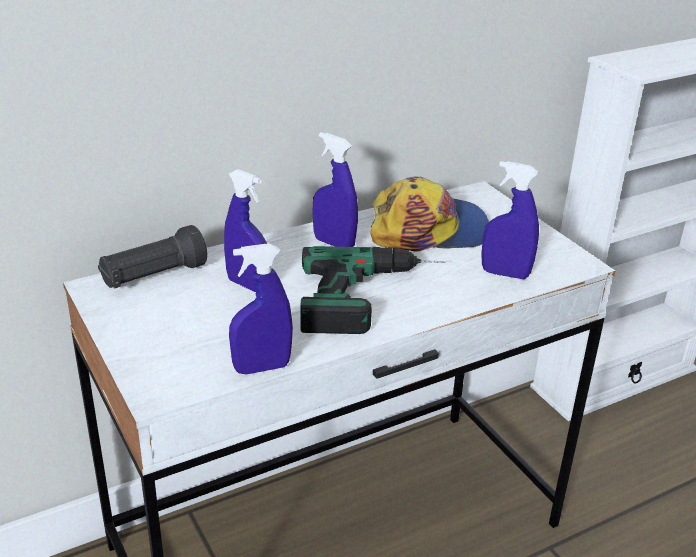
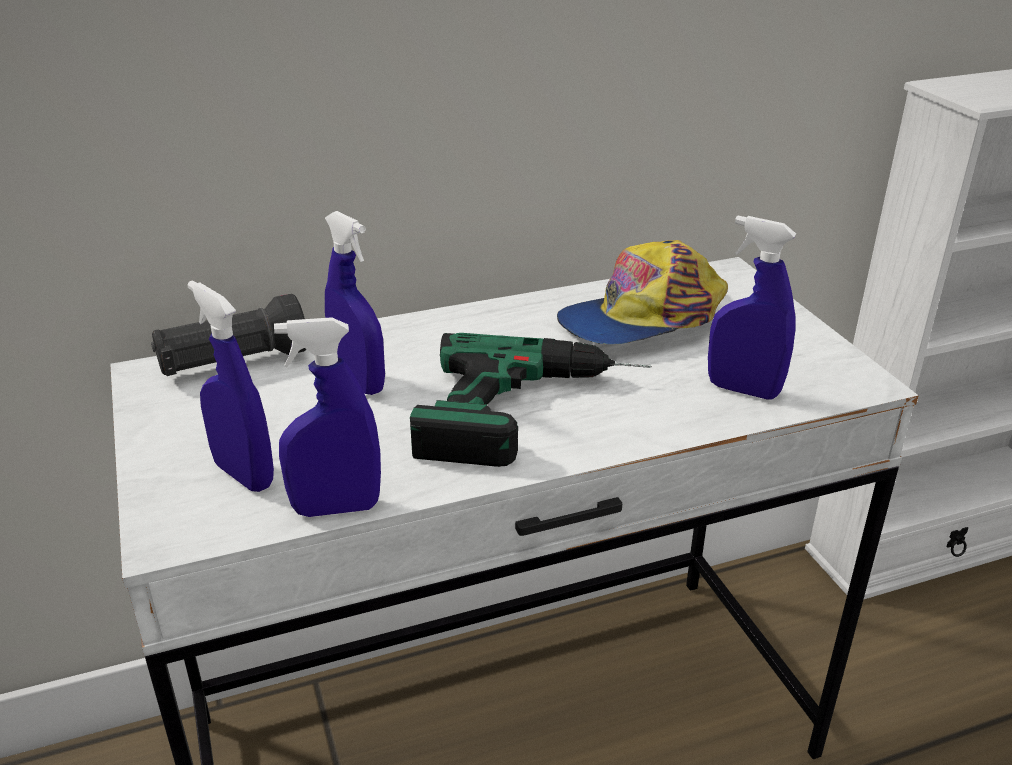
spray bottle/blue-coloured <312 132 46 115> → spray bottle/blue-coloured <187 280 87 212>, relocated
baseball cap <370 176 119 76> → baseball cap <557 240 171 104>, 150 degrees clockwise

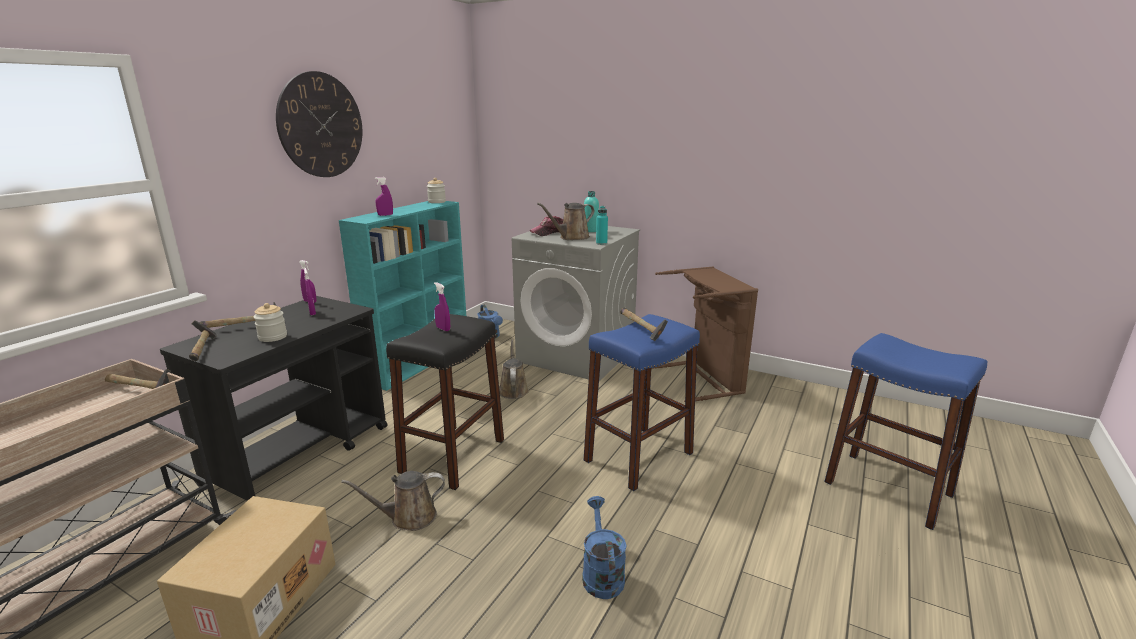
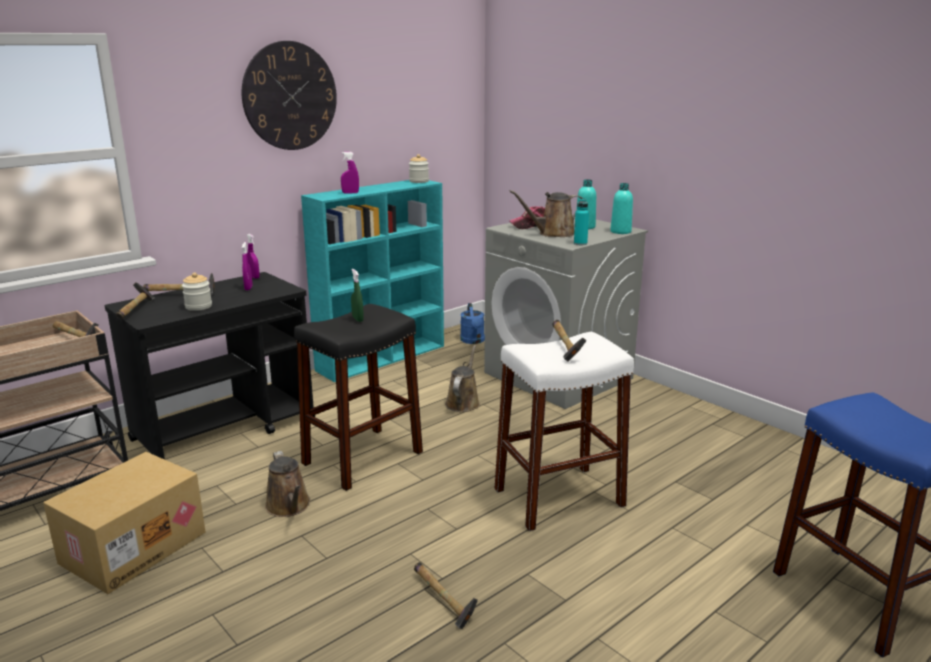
washing basket/brown-coloured <651 267 107 135> → -
spray bottle/purple <434 282 16 49> → spray bottle/green-coloured <351 269 13 53>
stool seat/blue-coloured <584 314 116 177> → stool seat/white-coloured <494 332 140 199>
sprinkling can/brown-coloured <341 471 104 60> → sprinkling can/brown-coloured <265 451 45 66>, 120 degrees counterclockwise
sprinkling can/blue-coloured <582 496 45 103> → hammer <414 562 64 67>
- → beverage bottle/blue-green <610 183 23 51>

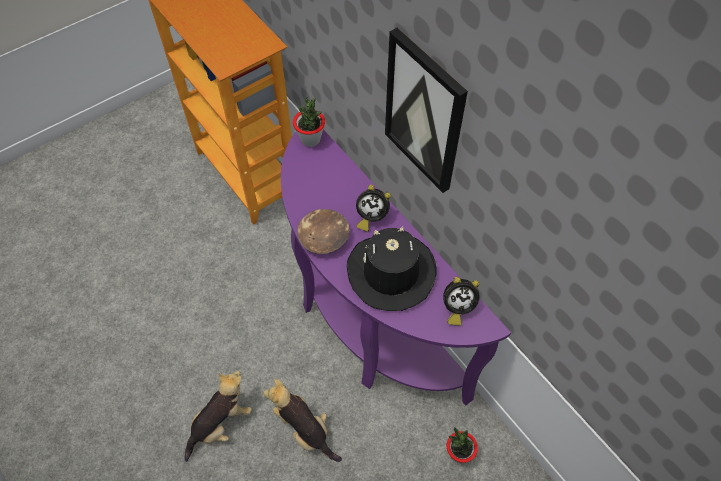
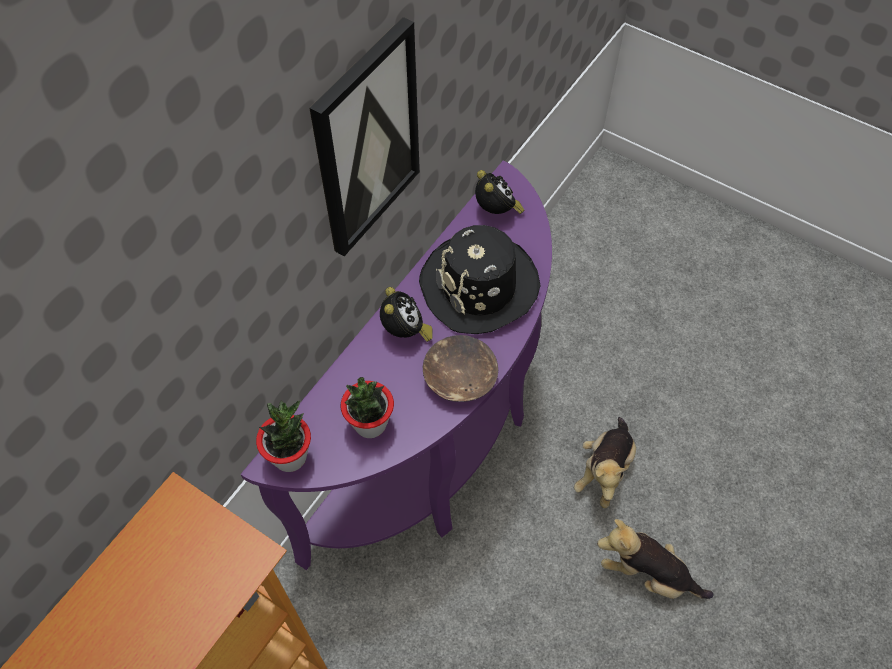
potted plant <447 427 31 36> → potted plant <341 377 53 61>, relocated

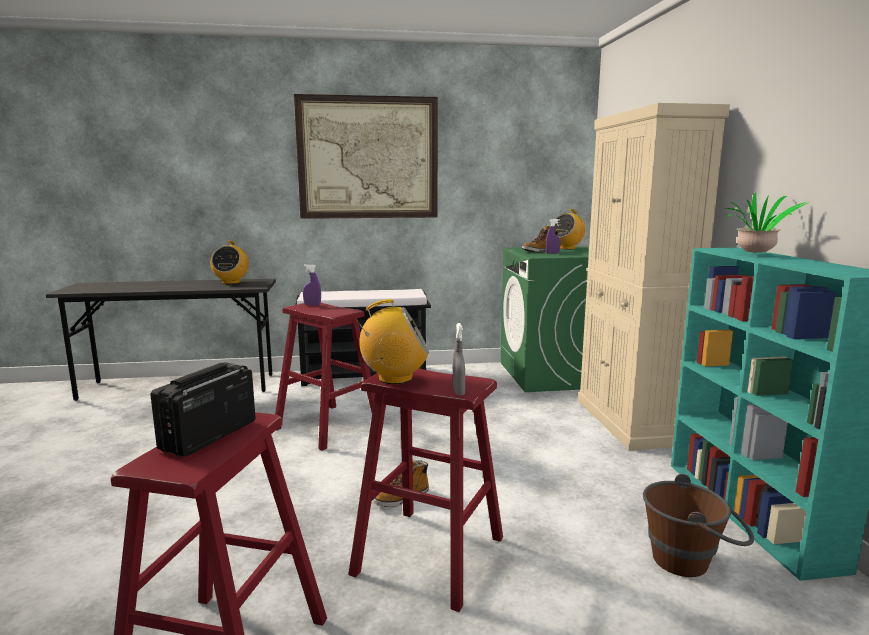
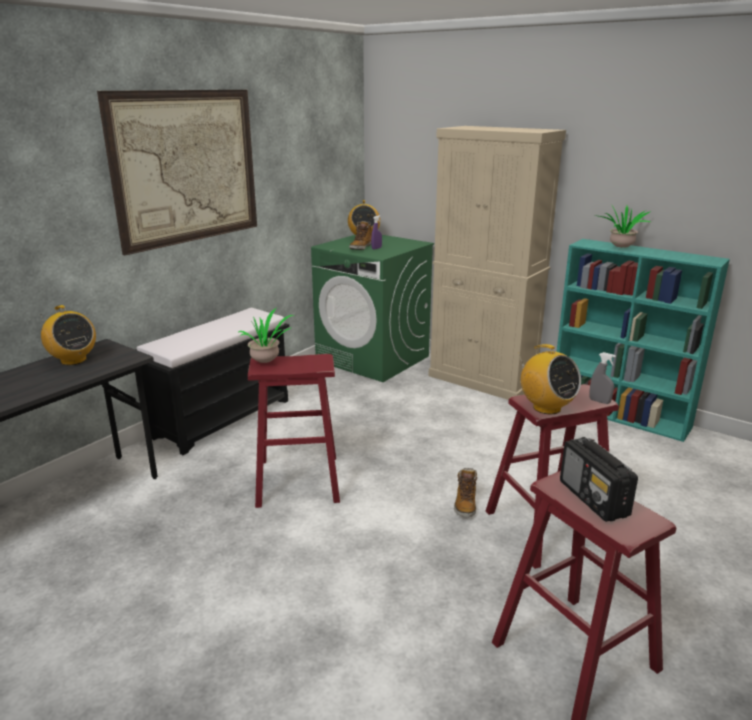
spray bottle/purple <303 264 18 41> → potted plant <239 308 55 55>
radio <356 299 74 85> → radio <519 344 62 70>, 105 degrees clockwise
water bucket/brown-coloured <643 474 111 103> → -

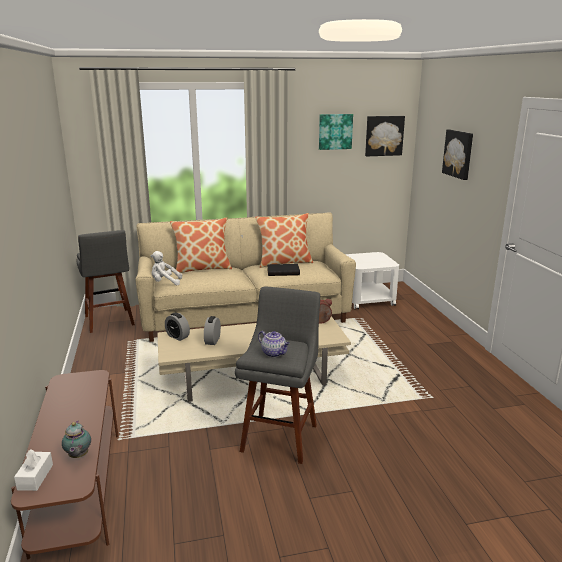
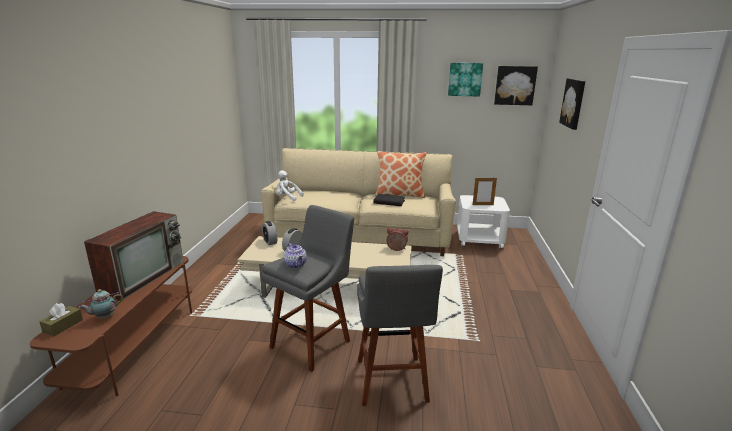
throw pillow <170 217 62 56> → -
stool seat/greyish <76 230 59 103> → stool seat/greyish <357 265 86 141>, relocated
pot for tea <62 421 29 37> → pot for tea <79 289 44 30>, 45 degrees clockwise
tissue holder/white-coloured <14 449 39 42> → tissue holder/brown-coloured <39 303 44 33>
- → picture frame <473 178 24 27>
- → TV <84 211 99 89>

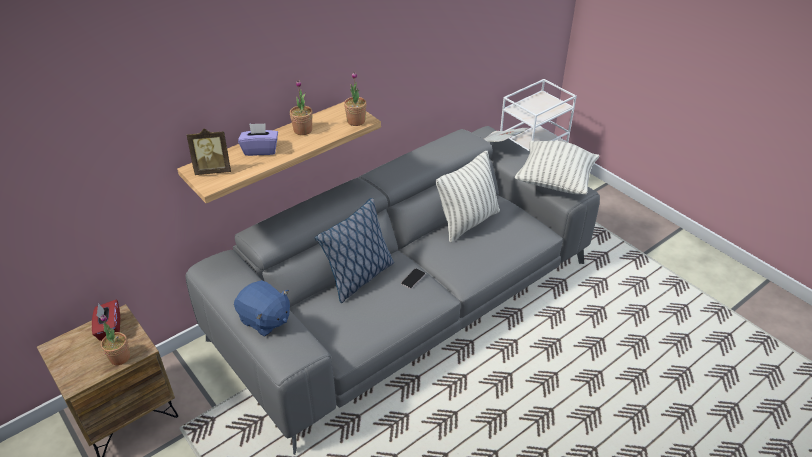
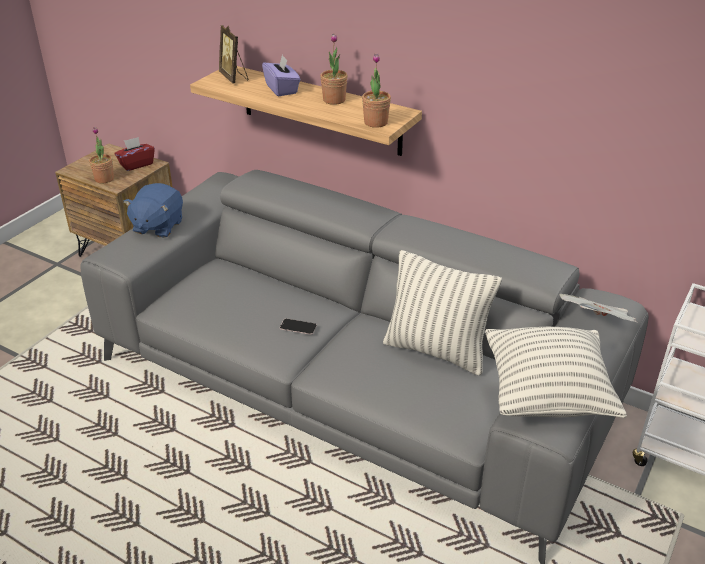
throw pillow <315 198 79 105> → -

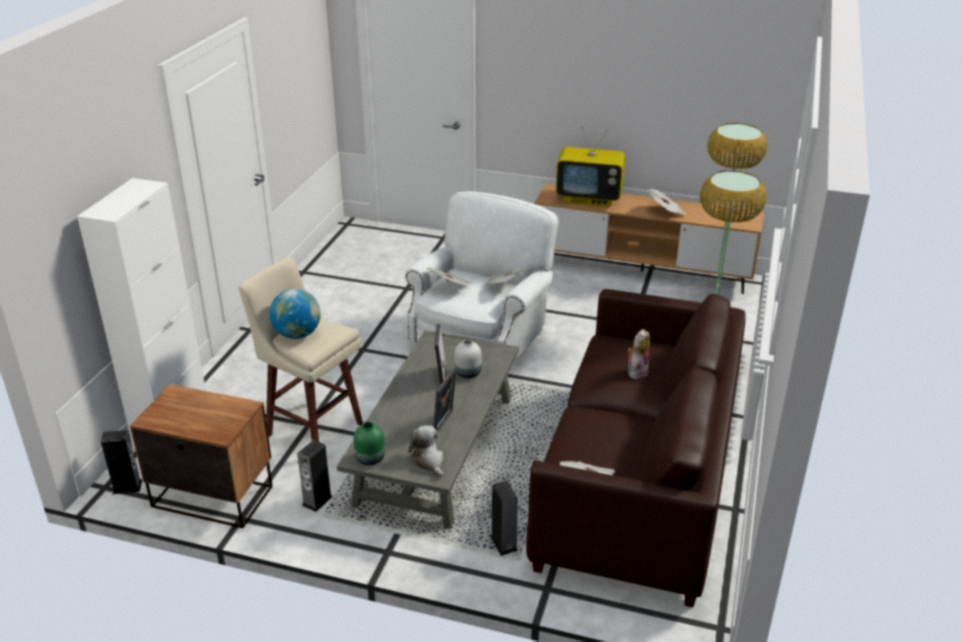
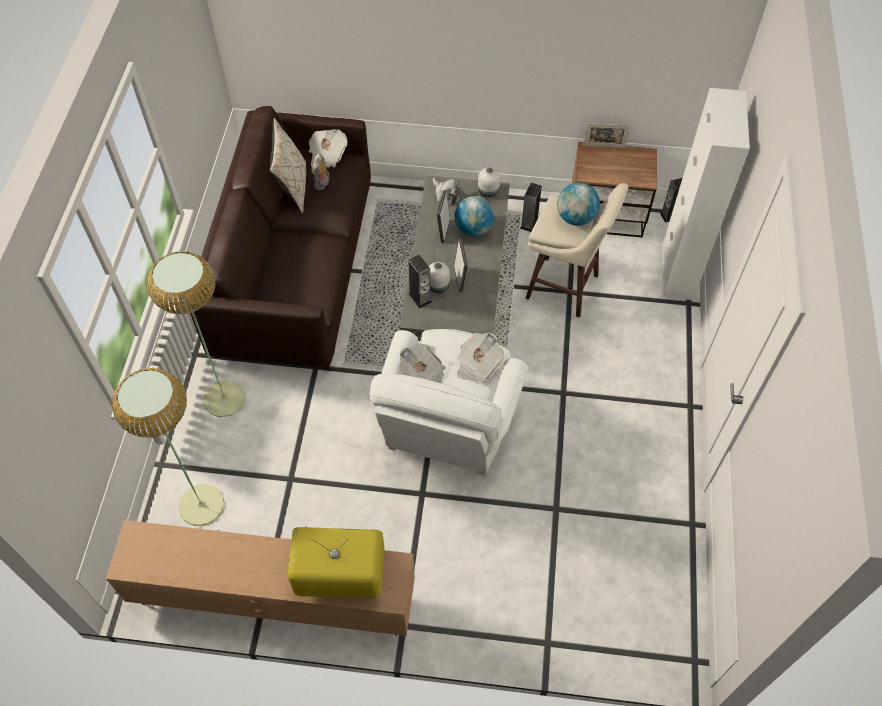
printed paper <646 189 41 26> → -
soft toy <628 329 22 50> → soft toy <311 153 18 38>, relocated
vase/green-coloured <353 422 32 43> → vase/white-coloured <478 167 22 31>
loudspeaker <491 481 27 75> → loudspeaker <408 255 24 53>, relocated
- → throw pillow/sand-coloured <269 118 37 95>
- → picture frame <584 123 46 25>
- → world globe <454 196 41 40>

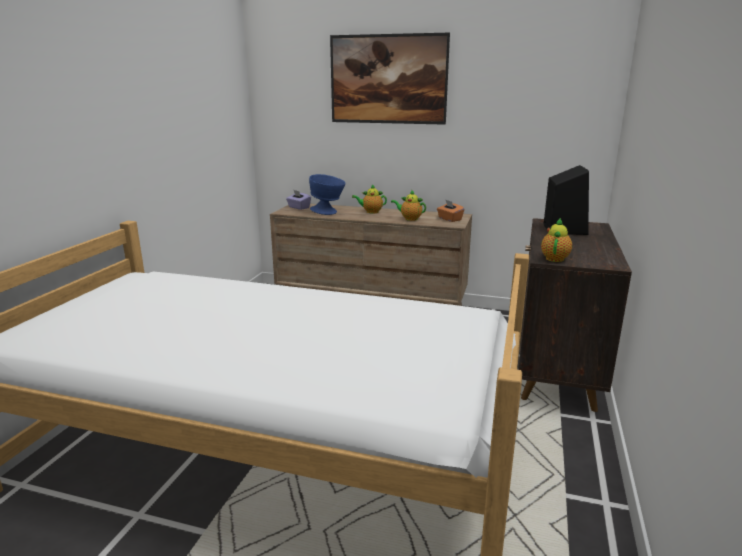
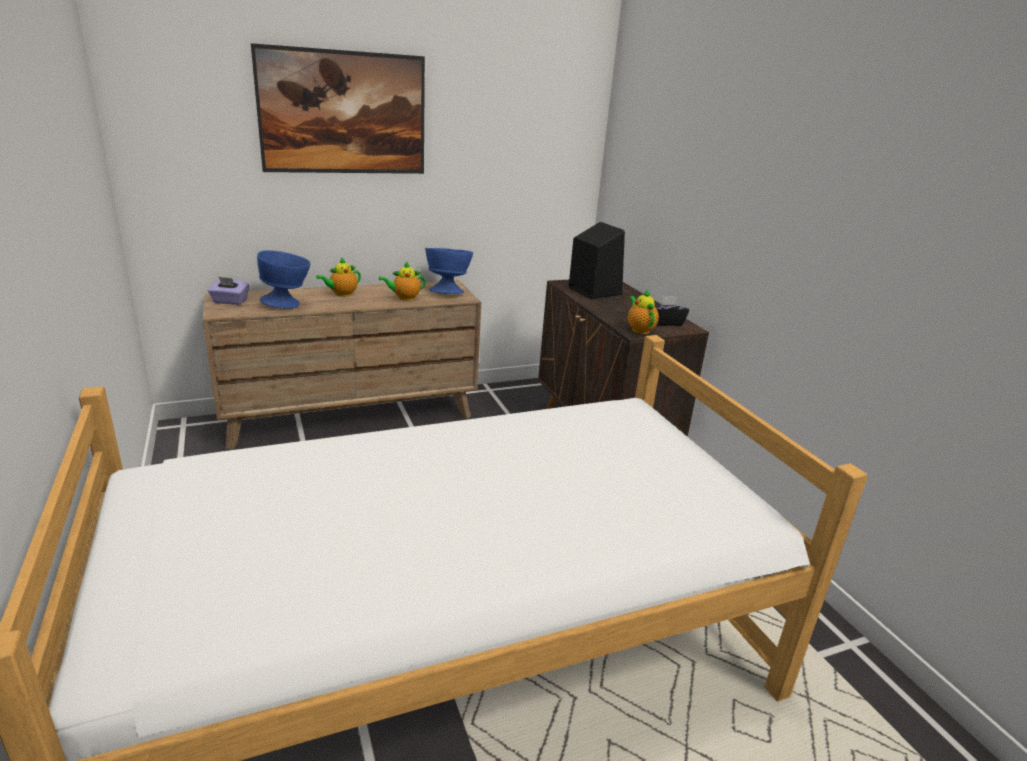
tissue holder/orange-coloured <437 200 27 22> → serving bowl/blue-coloured <425 248 48 46>
- → tissue holder/black-coloured <654 295 35 31>

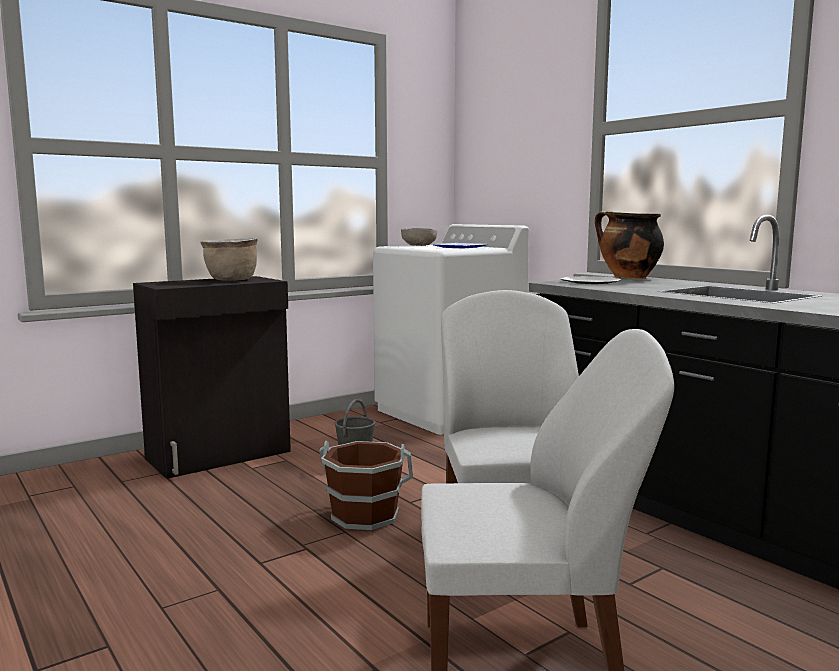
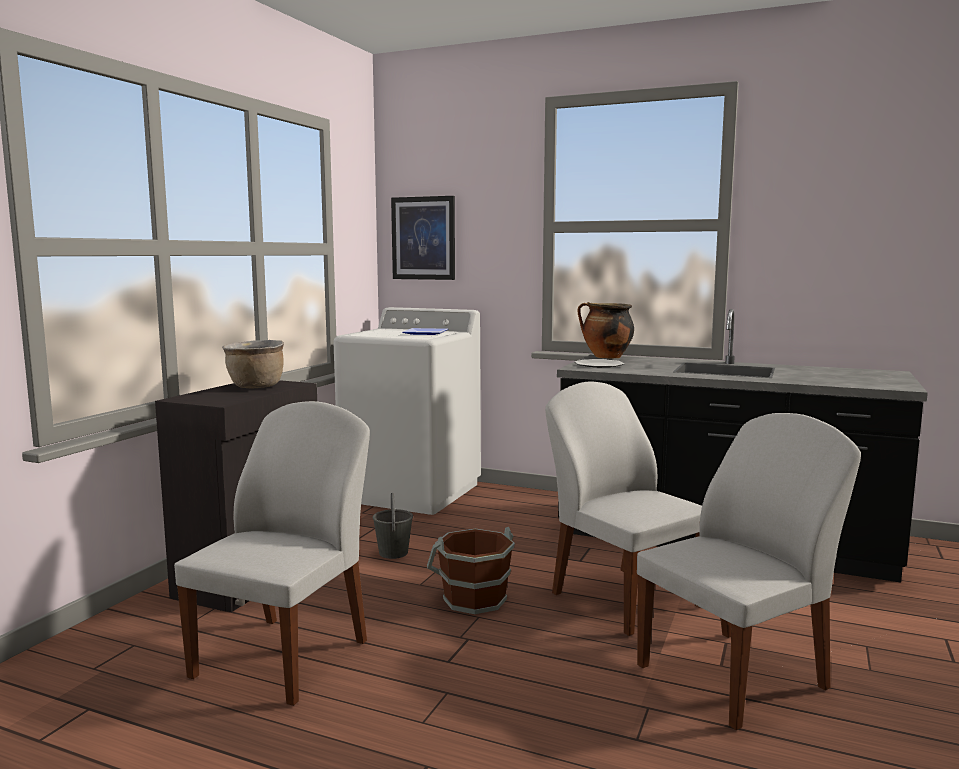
serving bowl/greyish <401 228 36 18> → -
- → wall art <391 196 64 84>
- → chair/white-coloured <174 401 196 305>

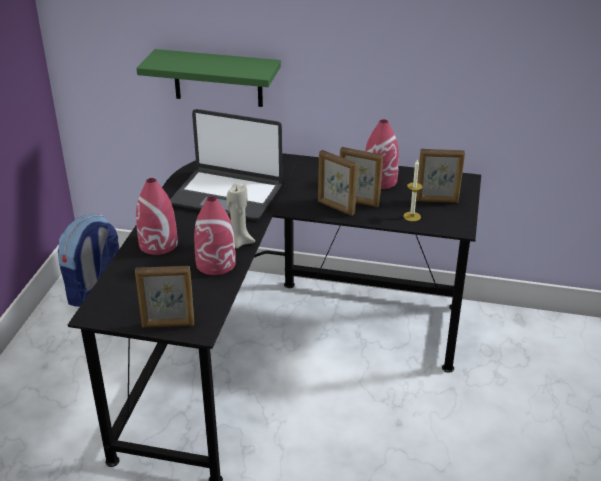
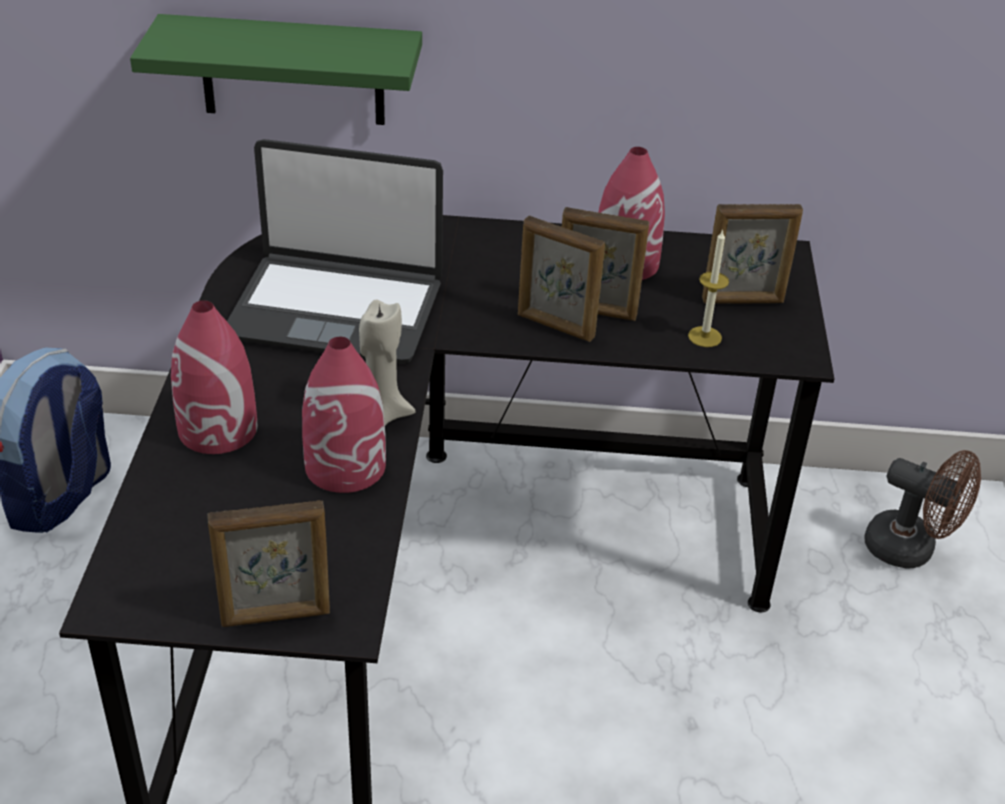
- → fan/brown-coloured <864 450 117 119>

